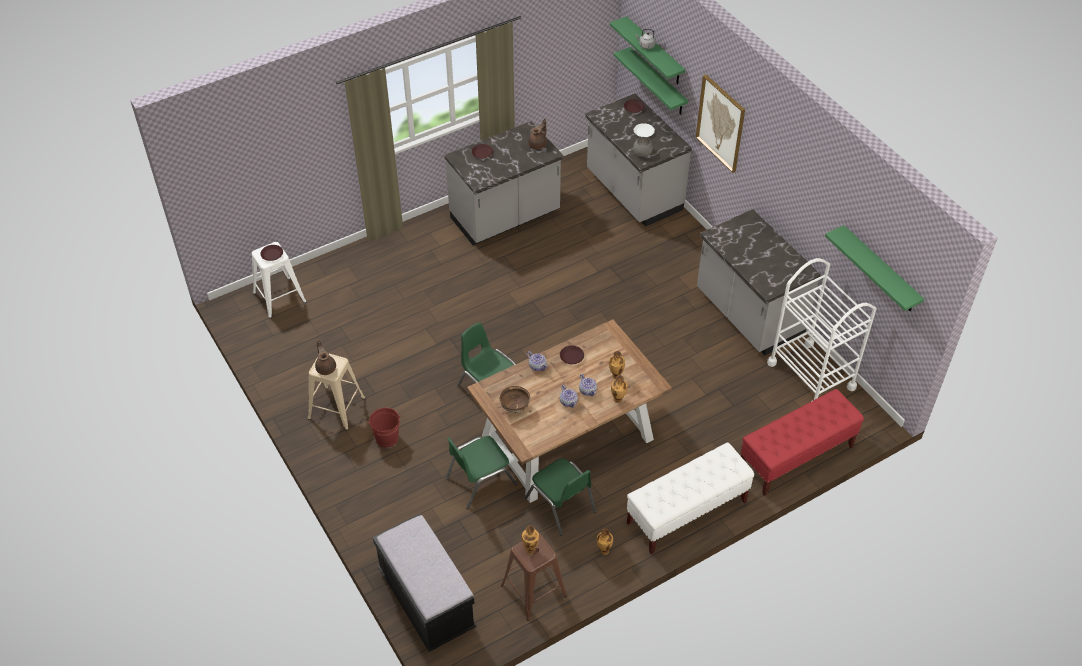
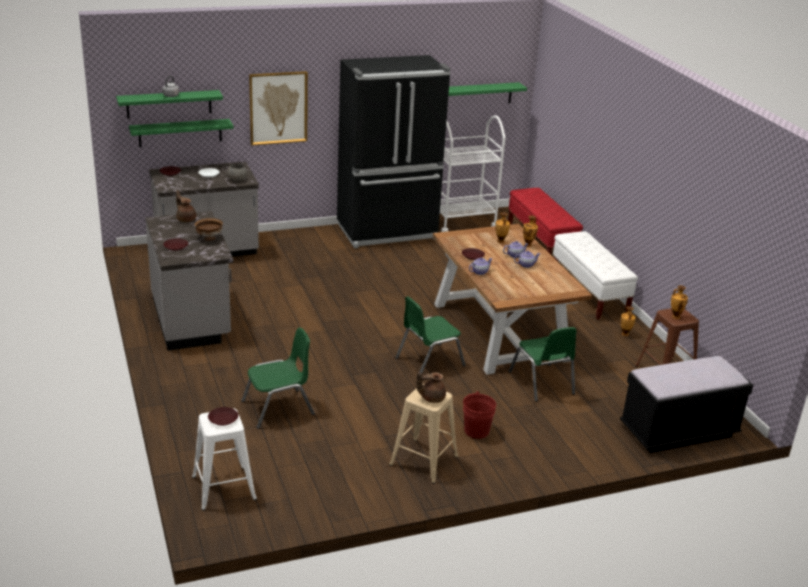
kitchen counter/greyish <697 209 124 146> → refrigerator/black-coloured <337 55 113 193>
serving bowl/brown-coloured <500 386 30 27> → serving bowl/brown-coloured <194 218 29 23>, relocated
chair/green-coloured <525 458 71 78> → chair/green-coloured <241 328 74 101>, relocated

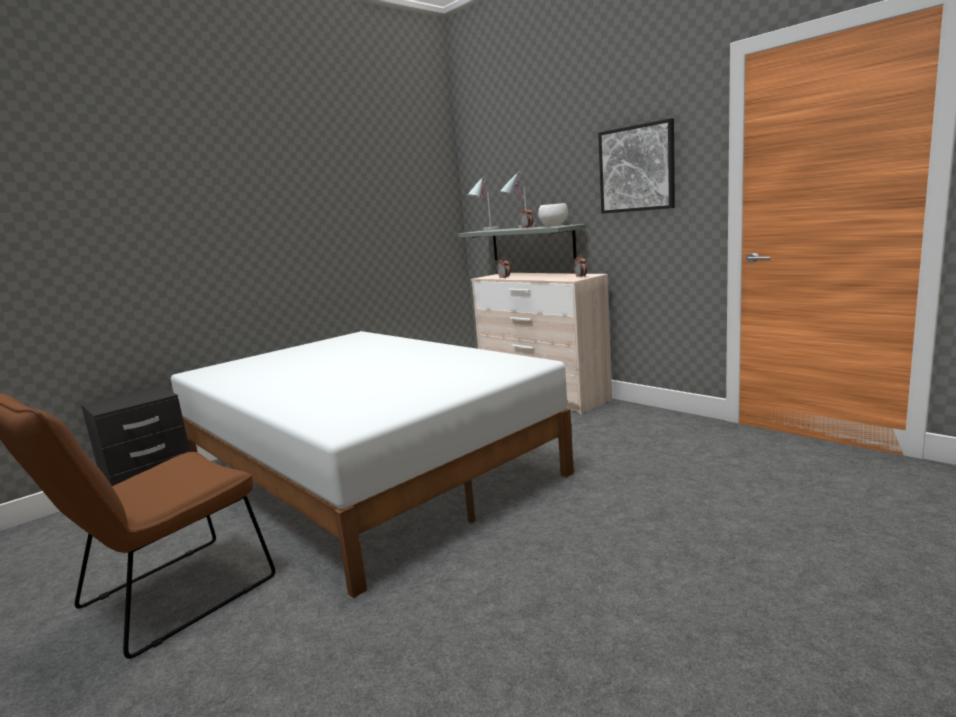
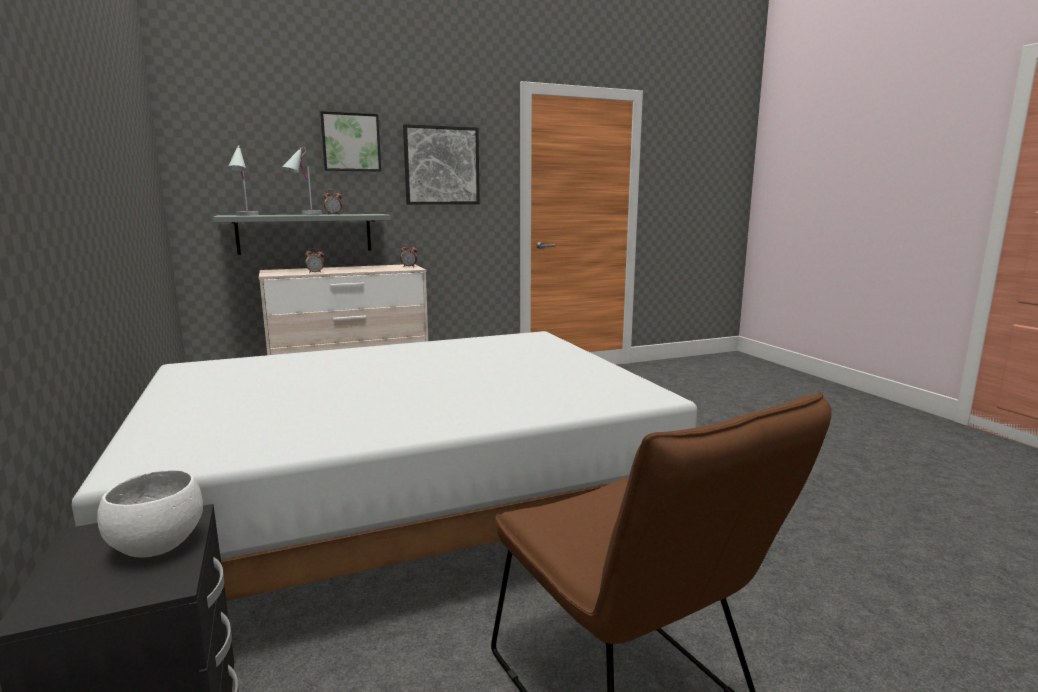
serving bowl/white-coloured <538 203 30 24> → serving bowl/white-coloured <97 470 106 87>, relocated
- → wall art <320 111 61 61>

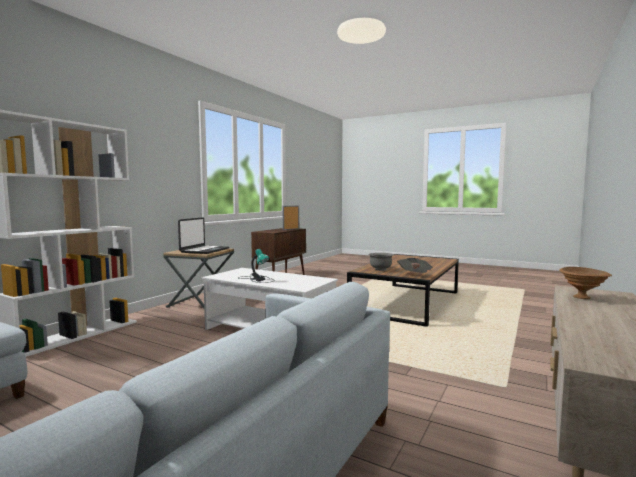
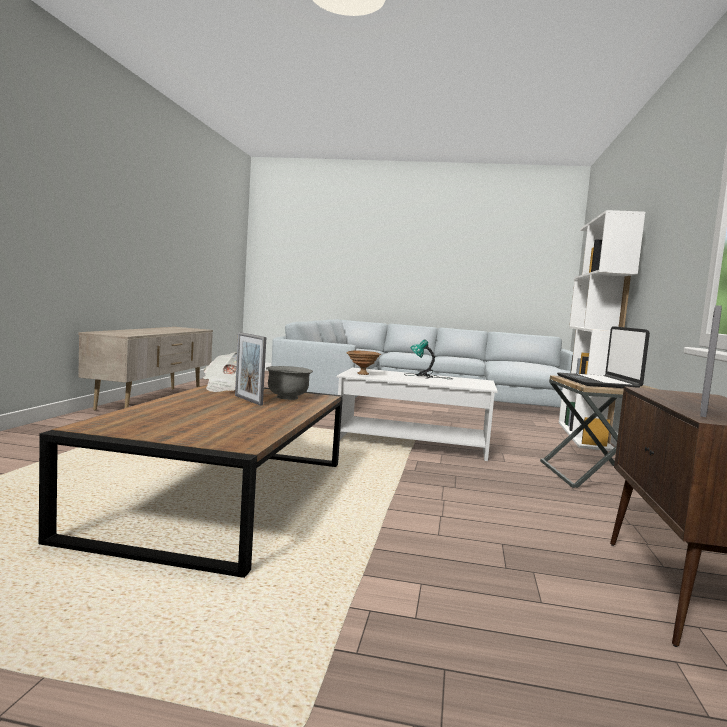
serving bowl/brown-coloured <559 267 53 32> → serving bowl/brown-coloured <347 350 34 25>, relocated
- → picture frame <235 332 31 74>

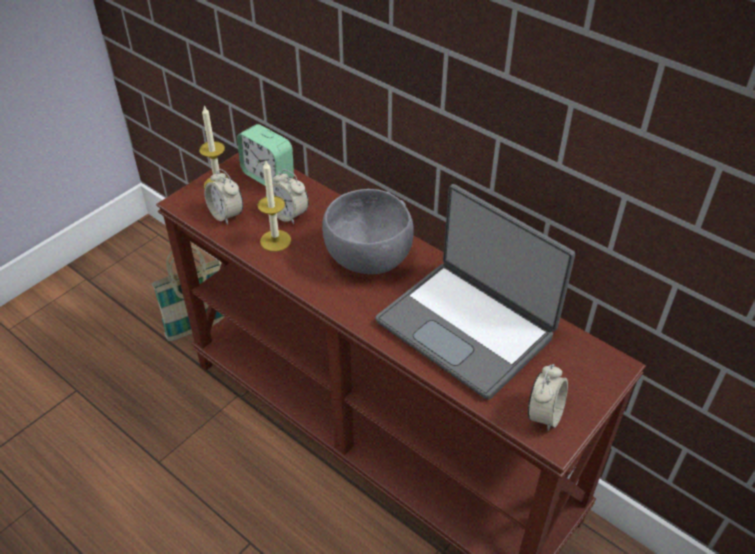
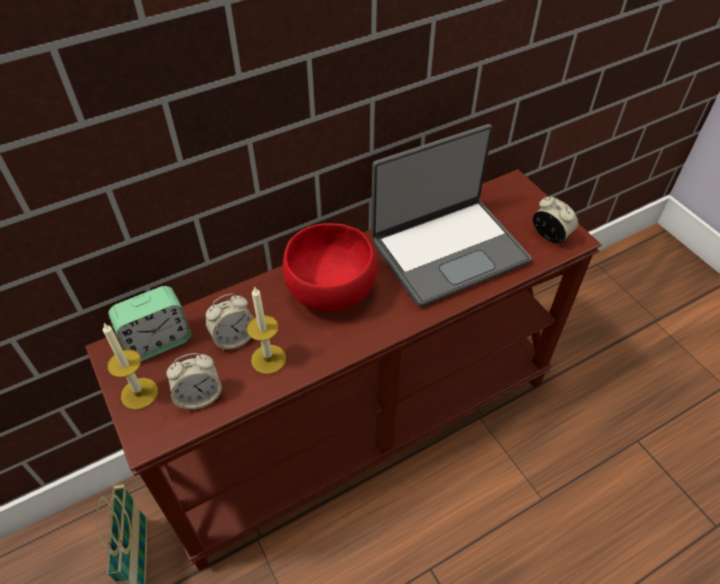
serving bowl/greyish <322 189 92 85> → serving bowl/red-coloured <282 223 96 88>

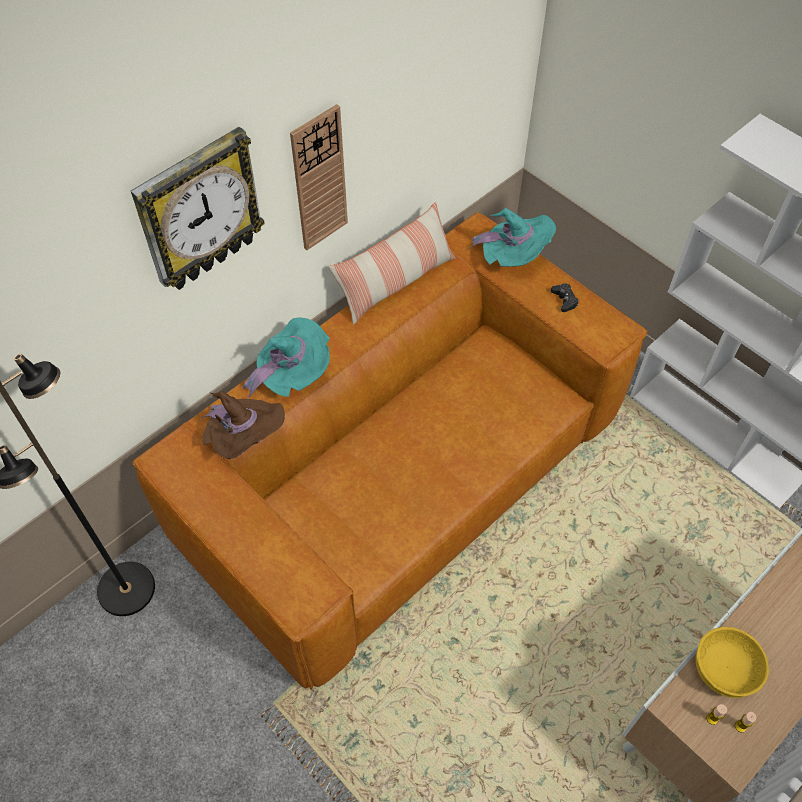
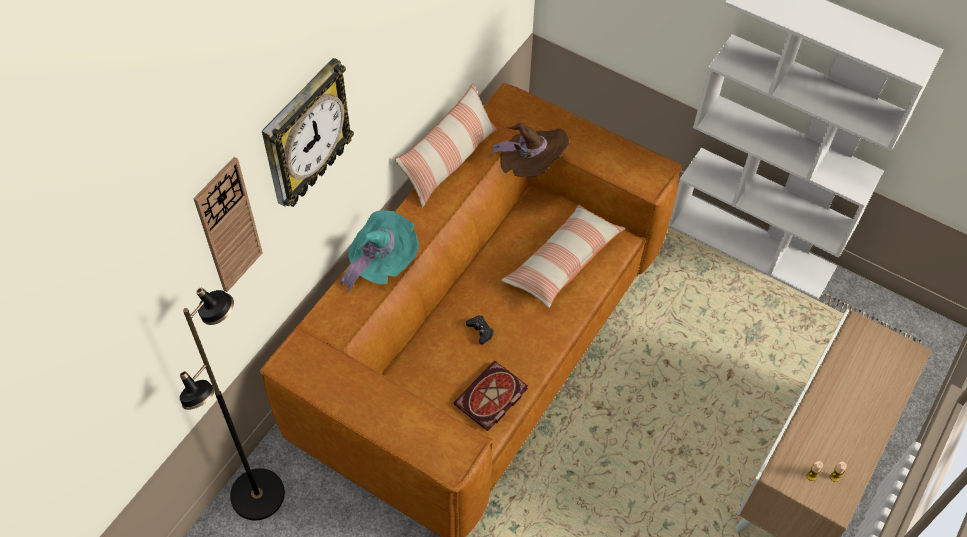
hanging clock <290 104 58 146> → hanging clock <193 157 70 135>, relocated
clothing hat/blue-green <468 208 88 59> → -
gamepad/black-coloured <551 283 28 29> → gamepad/black-coloured <466 316 28 29>, relocated
clothing hat/brown-coloured <202 391 83 68> → clothing hat/brown-coloured <488 122 81 55>, relocated
serving bowl/yellowish <695 627 74 71> → -
- → throw pillow <501 205 125 103>
- → volume <454 361 74 70>

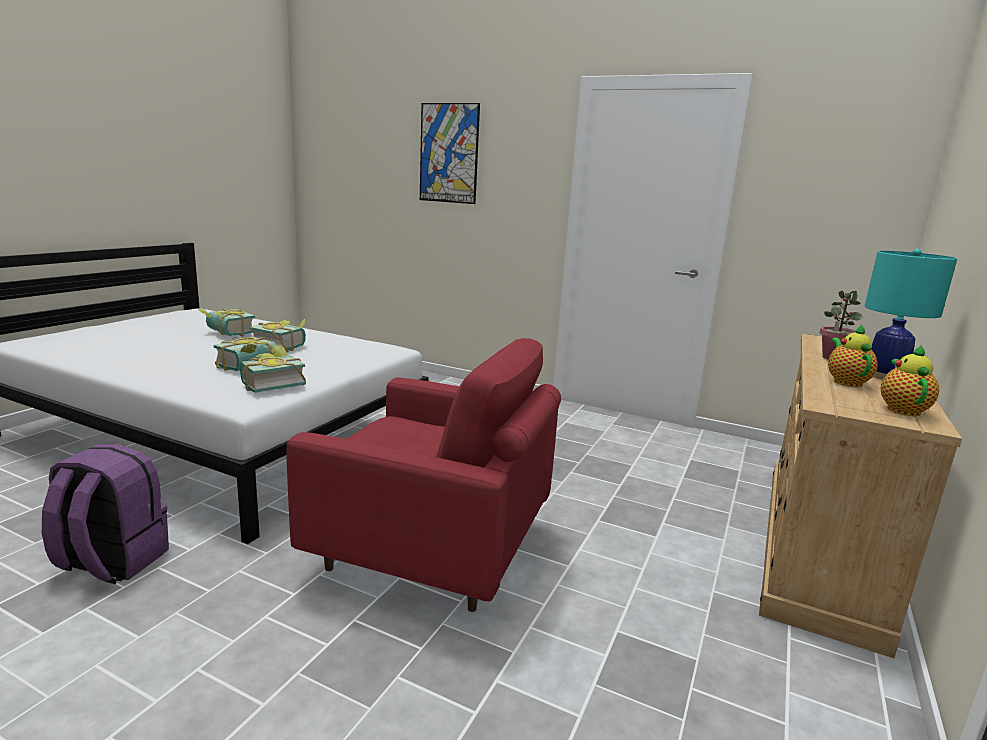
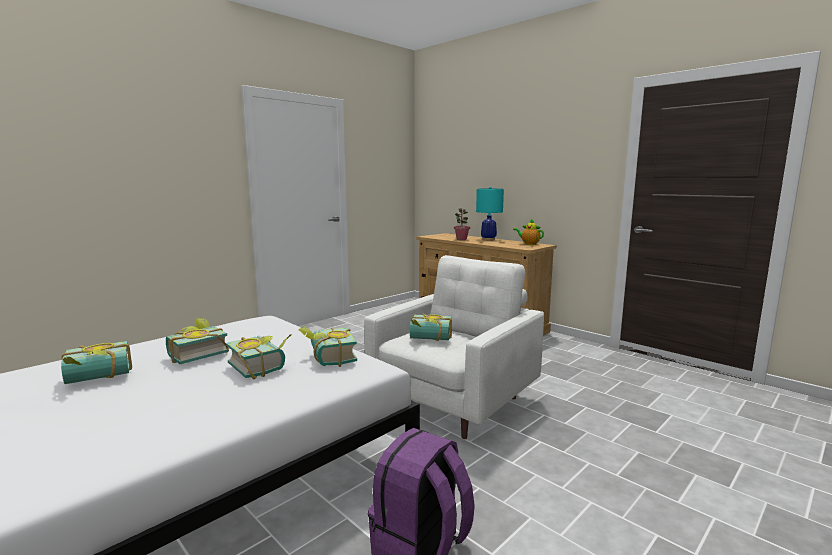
wall art <420 103 60 101> → -
pot for tea <828 324 50 63> → -
easy chair/red-coloured <286 338 275 274> → easy chair/white-coloured <364 255 180 184>
- → volume <410 313 42 28>

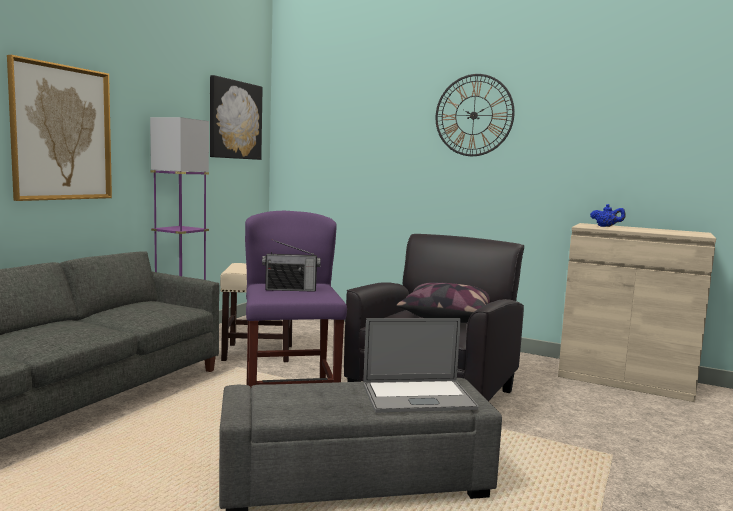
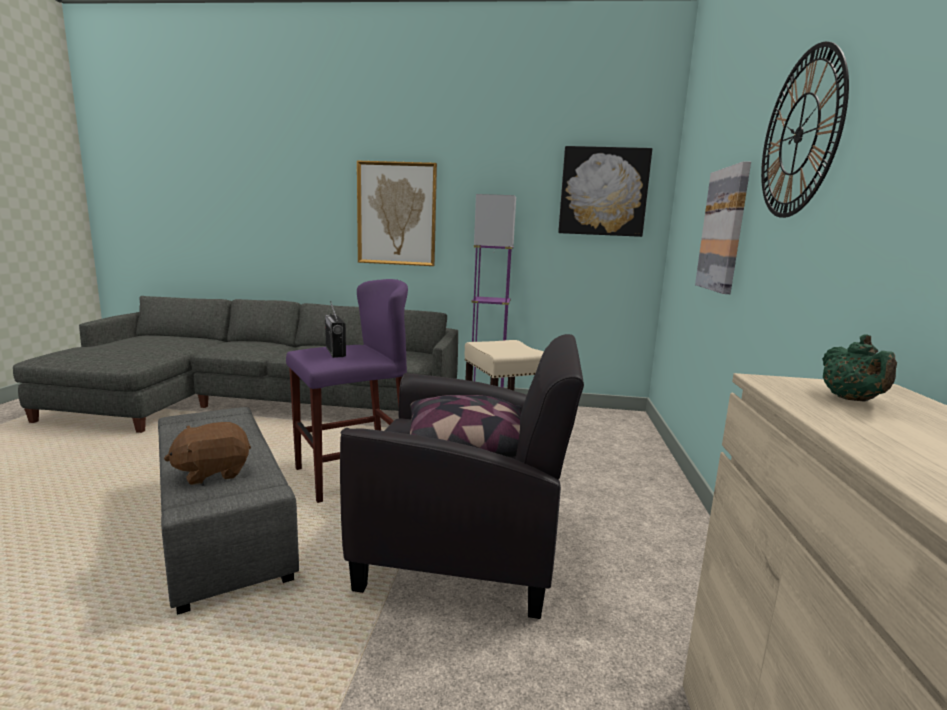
pot for tea/blue-coloured <590 204 36 23> → pot for tea/green-coloured <822 335 75 67>
laptop <363 318 115 95> → soft toy/brown-coloured <164 422 87 63>
- → wall art <695 161 56 133>

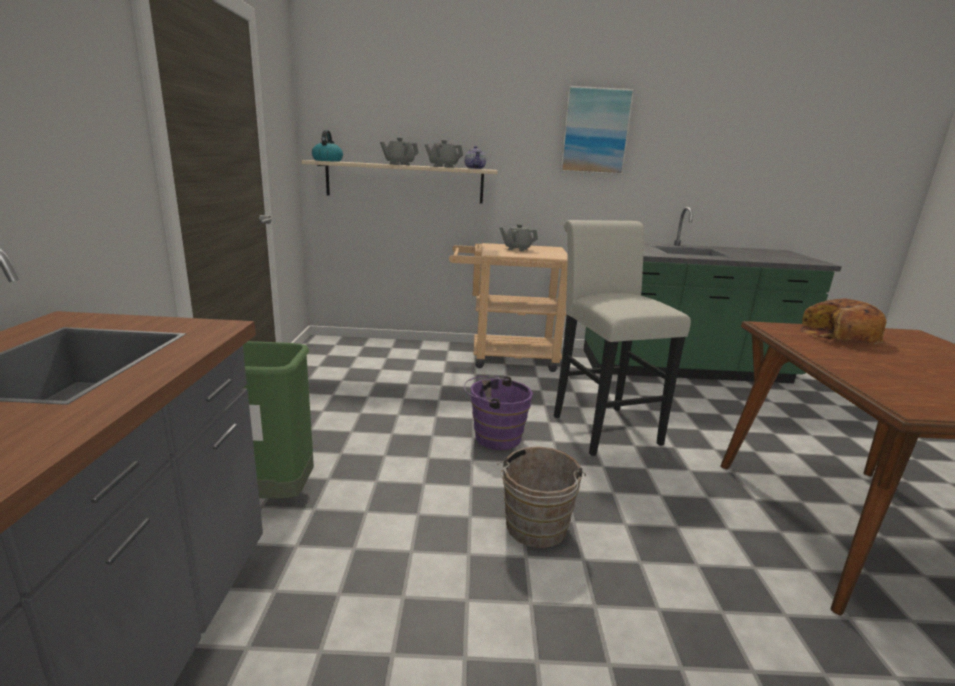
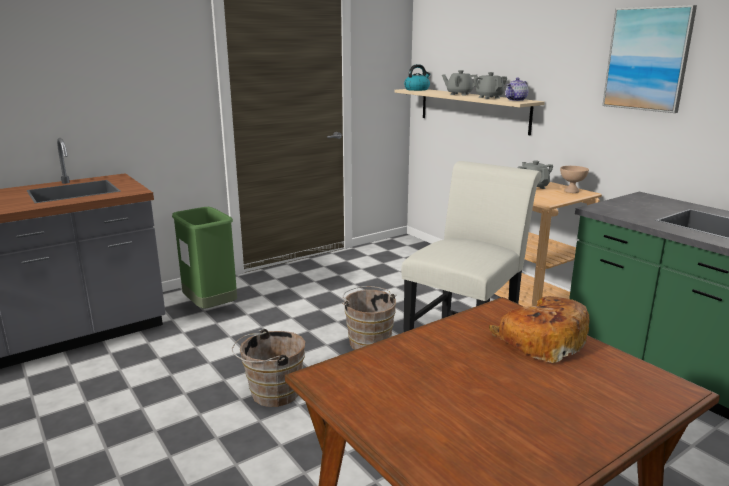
water bucket/purple <464 376 69 74> → water bucket/brown-coloured <342 286 54 64>
- → serving bowl/sand-coloured <560 166 29 27>

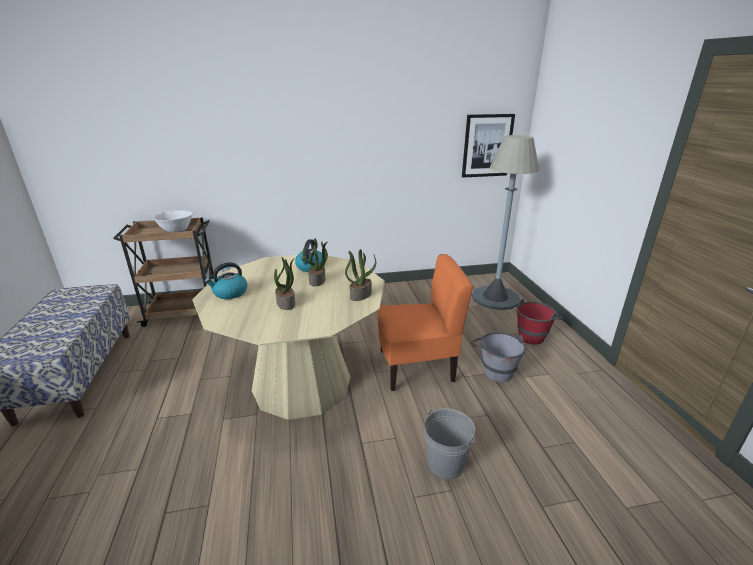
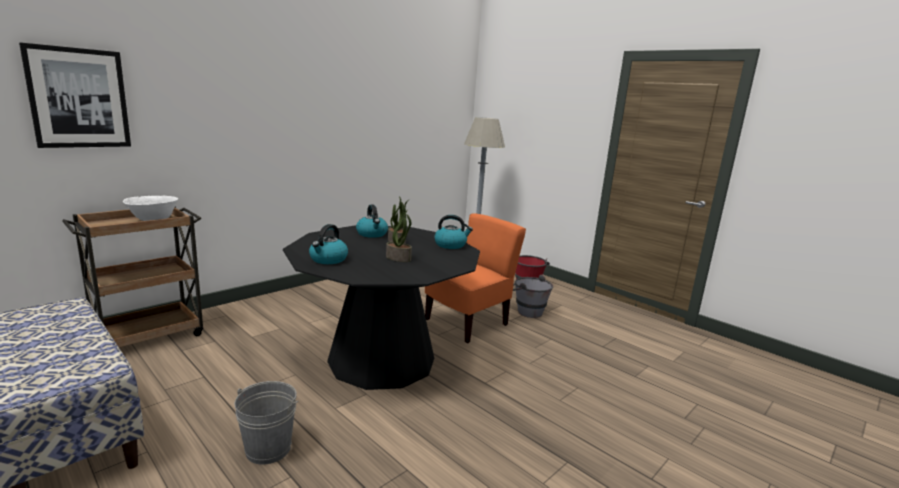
wall art <462 114 53 64> → wall art <19 42 112 106>, relocated
potted plant <345 249 31 52> → tea kettle <434 215 39 34>
dinner table/sand-coloured <192 255 193 165> → dinner table/black-coloured <283 225 197 165>
water bucket/greyish <424 408 51 71> → water bucket/greyish <234 381 64 84>, relocated

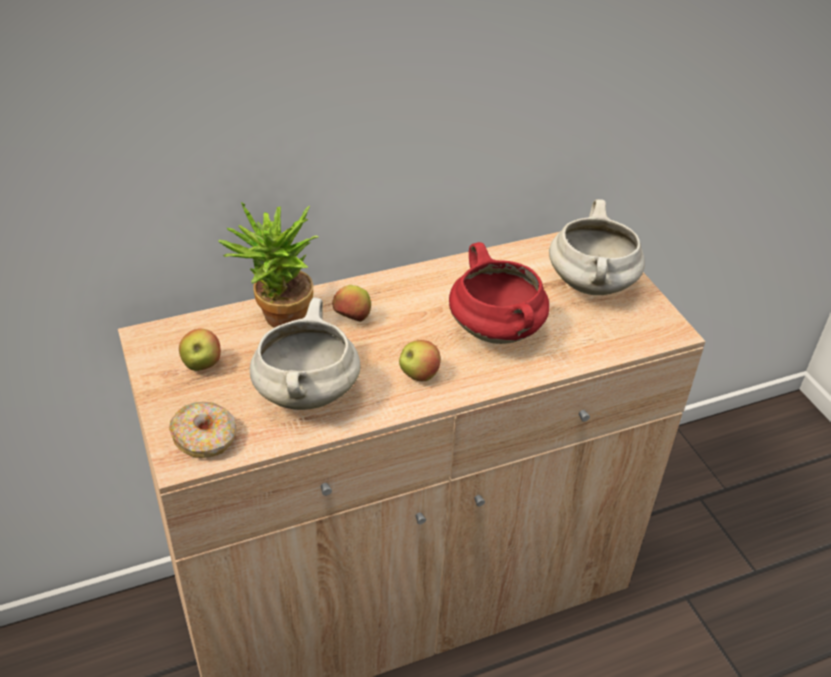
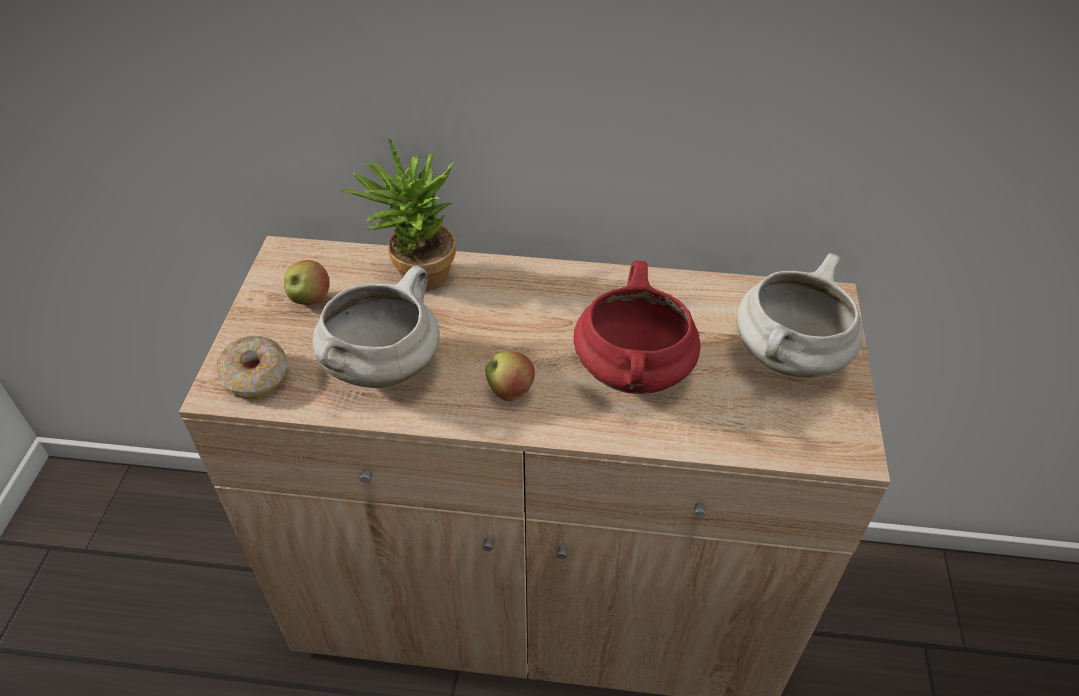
apple <332 285 39 37> → -

